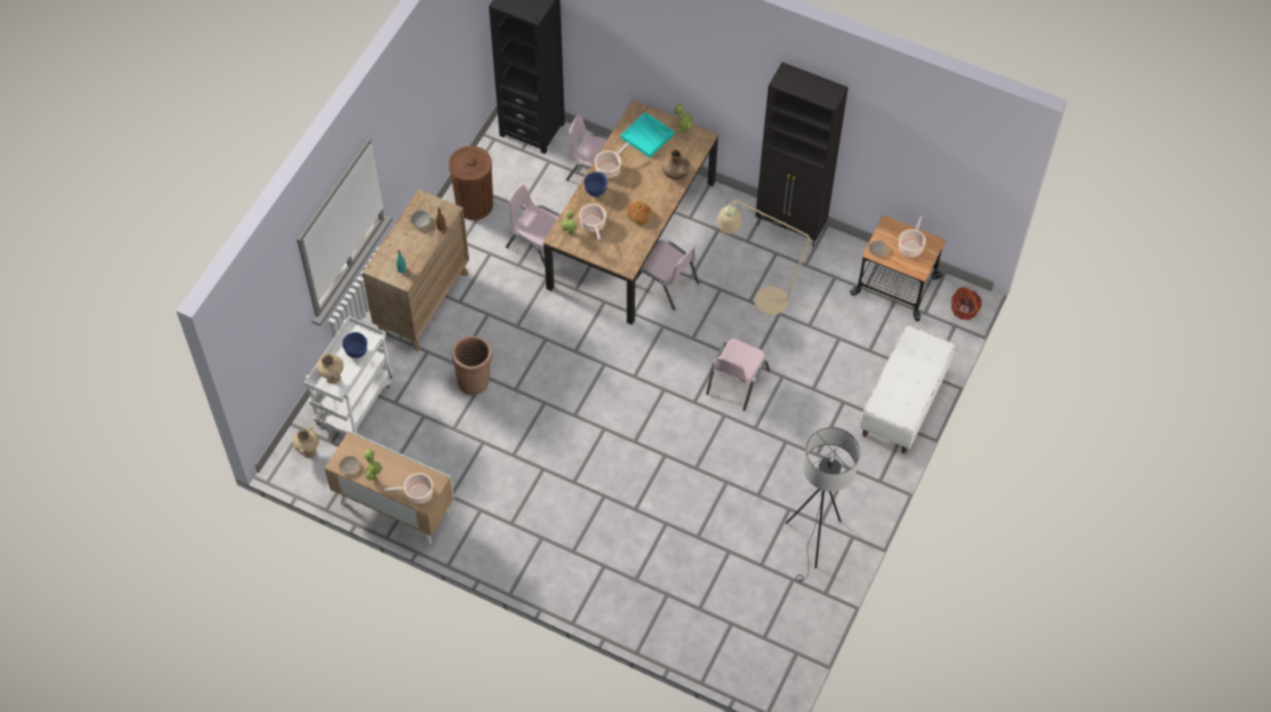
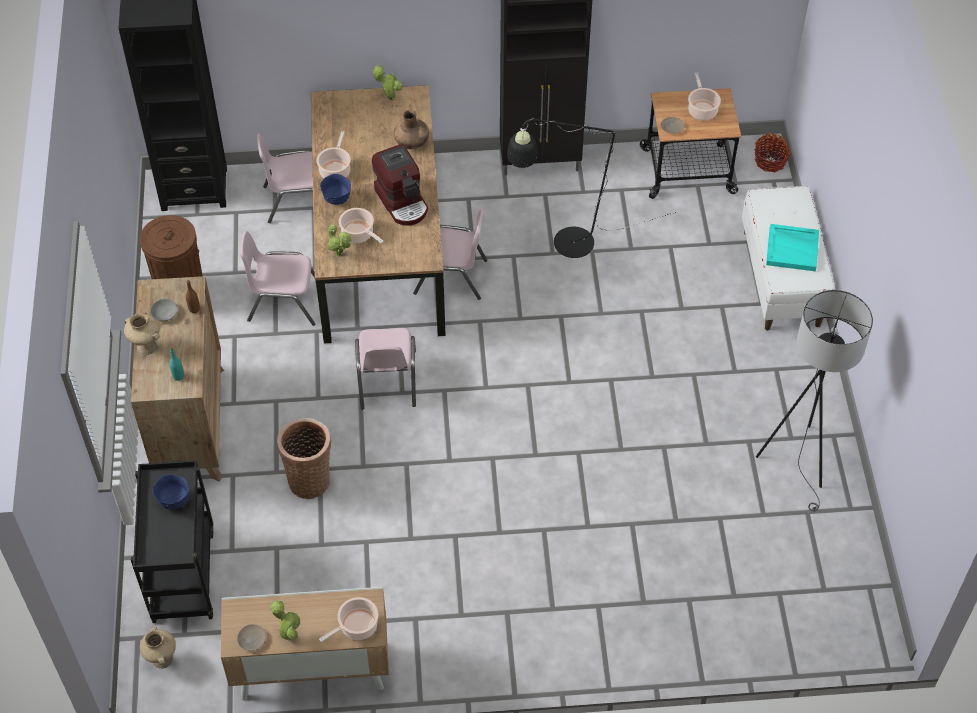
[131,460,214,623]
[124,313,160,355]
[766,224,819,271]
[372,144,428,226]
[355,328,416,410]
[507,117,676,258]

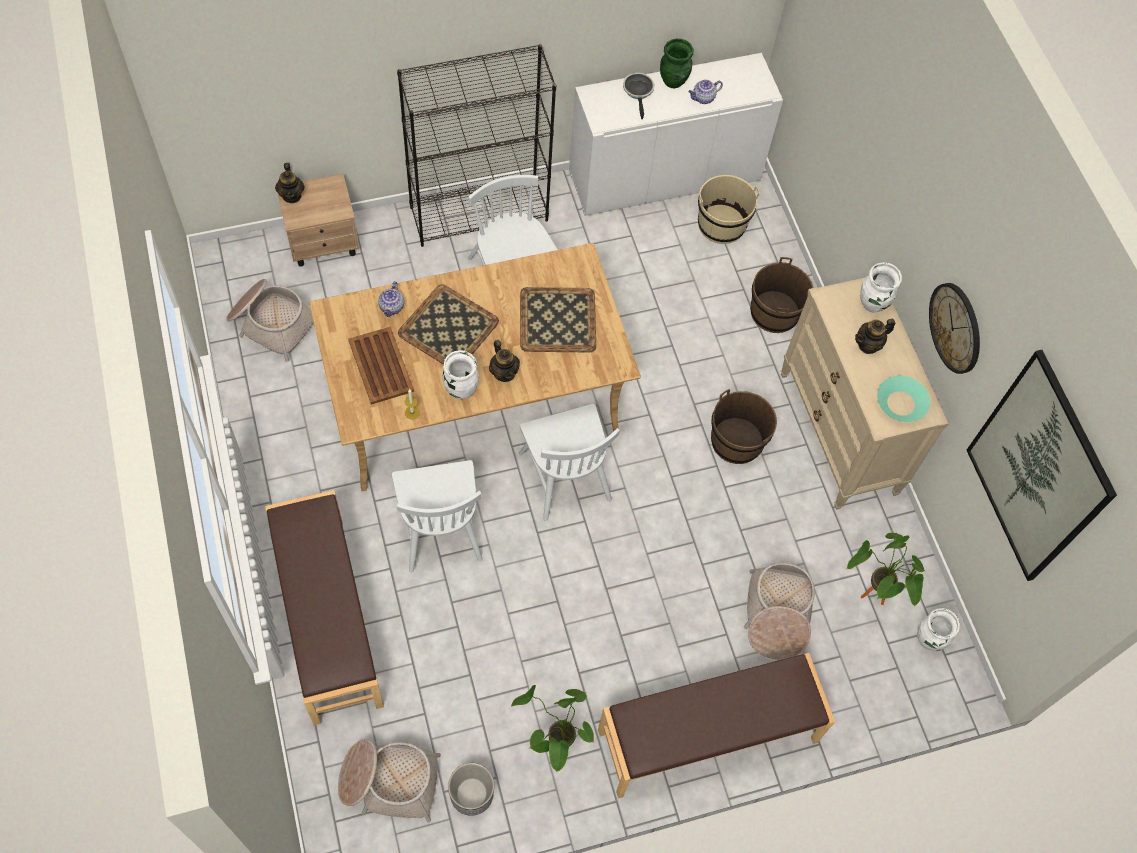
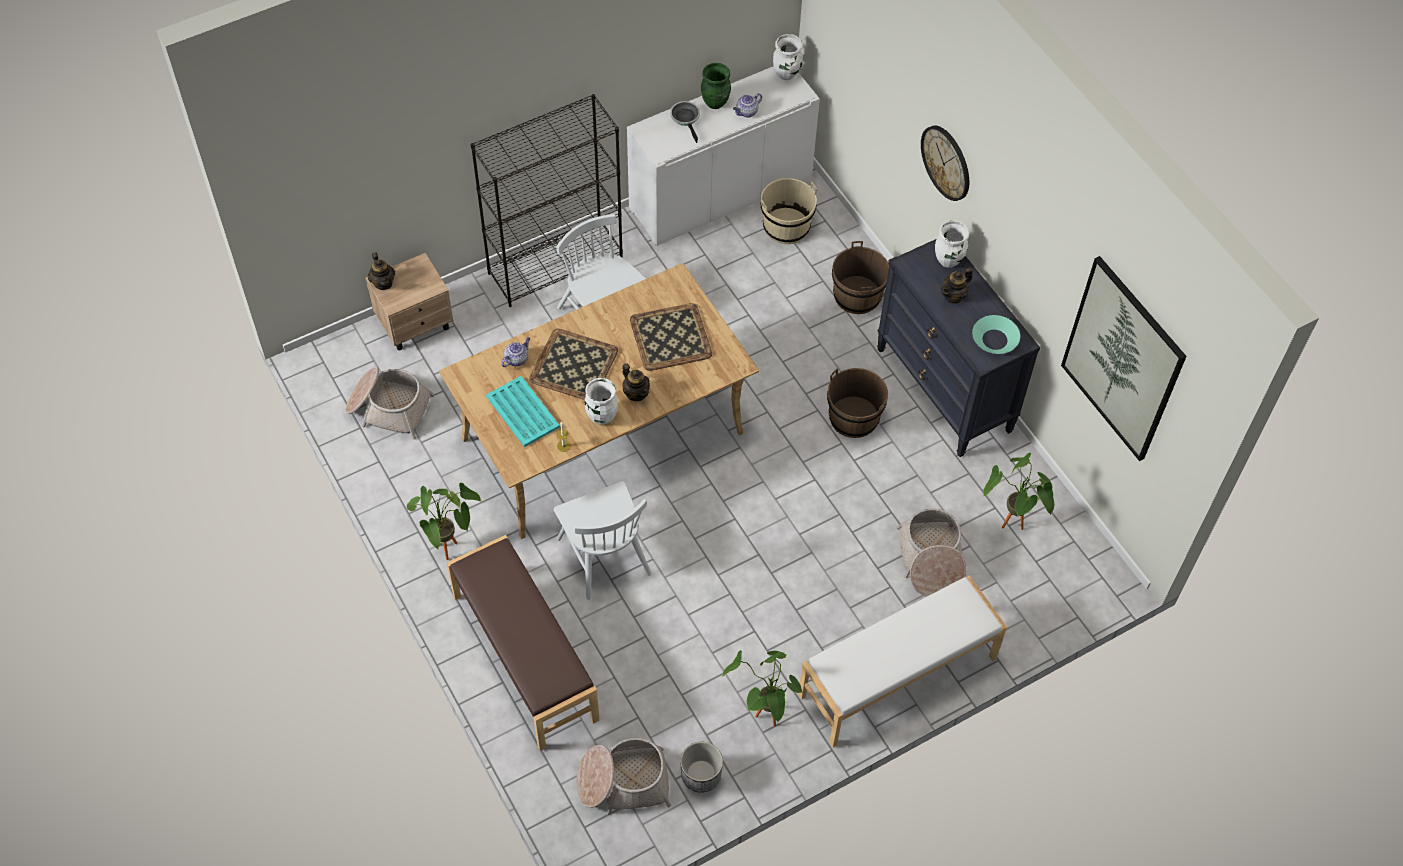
[486,376,560,447]
[501,337,530,367]
[519,404,620,521] (first image)
[798,576,1007,747]
[877,239,1040,457]
[773,34,803,80]
[921,125,969,201]
[407,483,481,560]

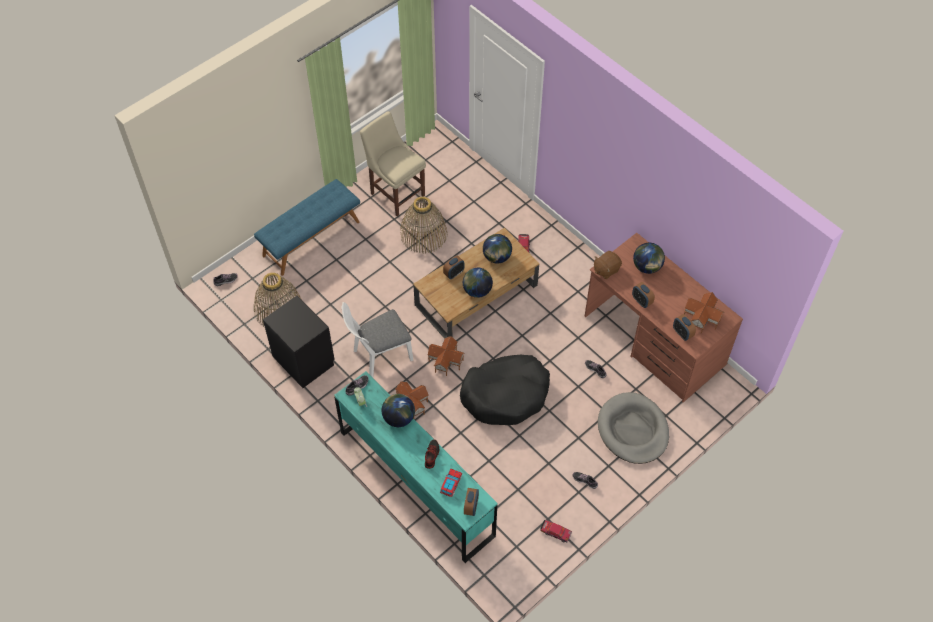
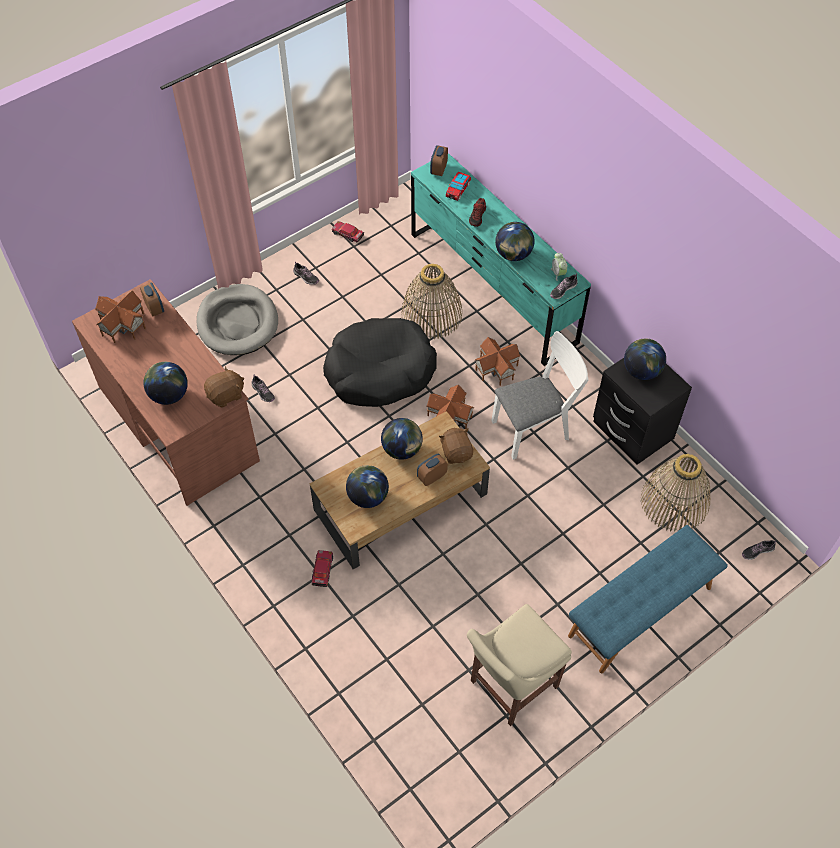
[467,604,572,726]
[401,264,463,339]
[632,282,655,308] (first image)
[439,428,473,464]
[624,338,666,380]

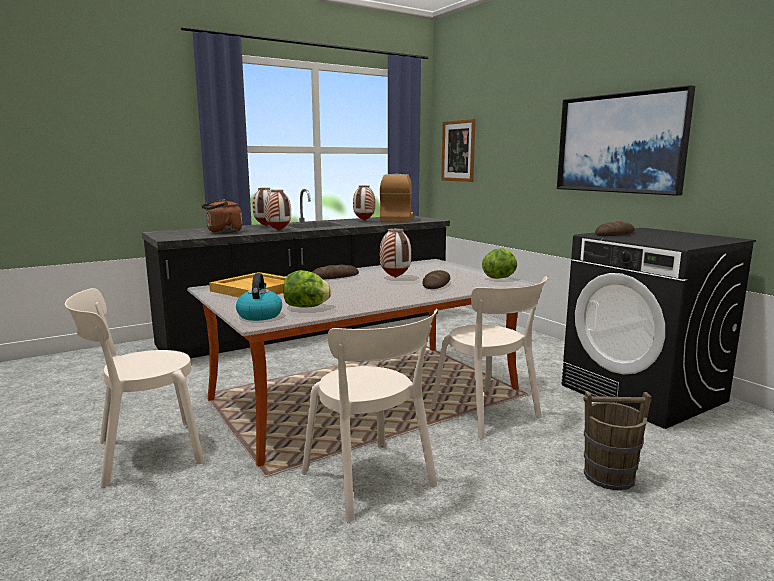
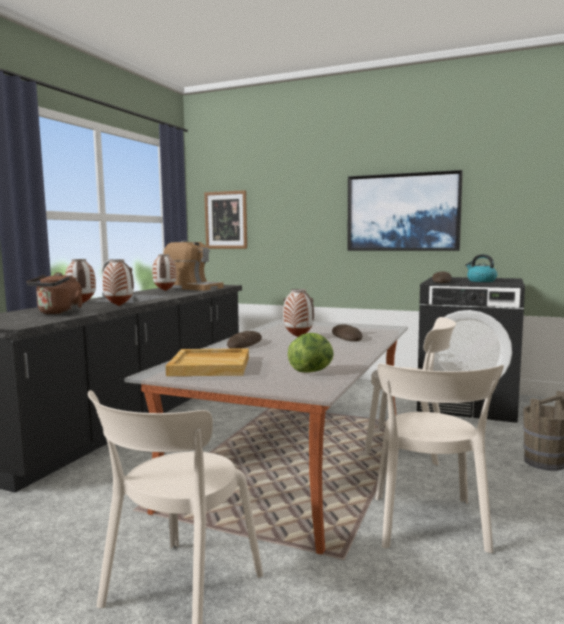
[466,254,497,282]
[375,363,504,553]
[163,241,224,291]
[482,248,517,279] (first image)

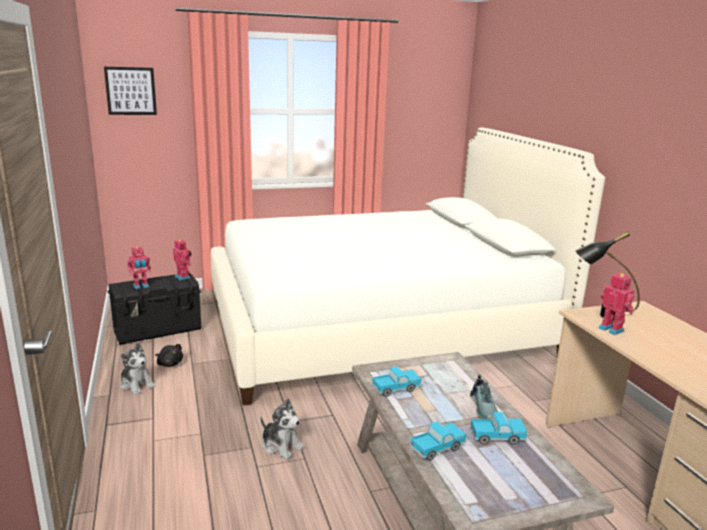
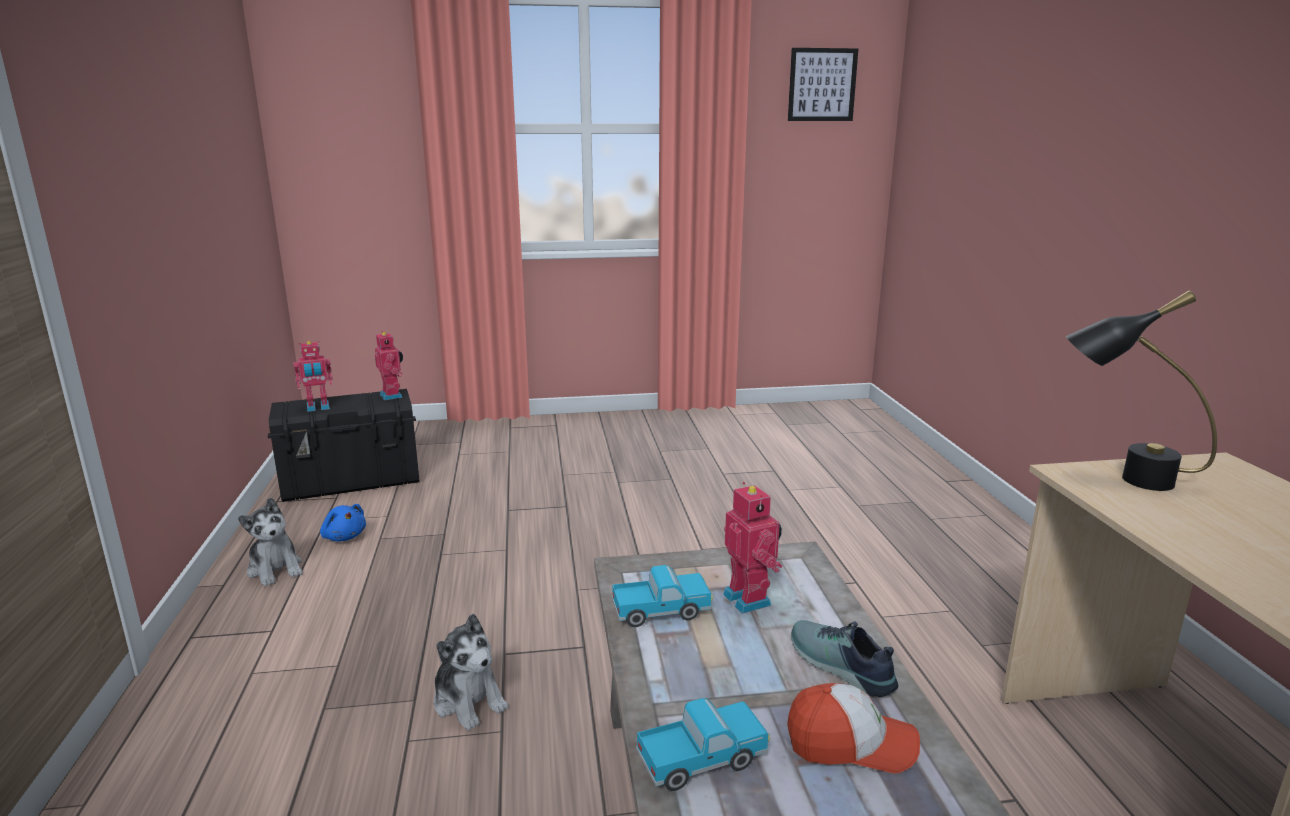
[788,48,859,121]
[320,504,366,541]
[211,127,605,406] (first image)
[791,620,898,697]
[787,683,920,773]
[723,482,782,614]

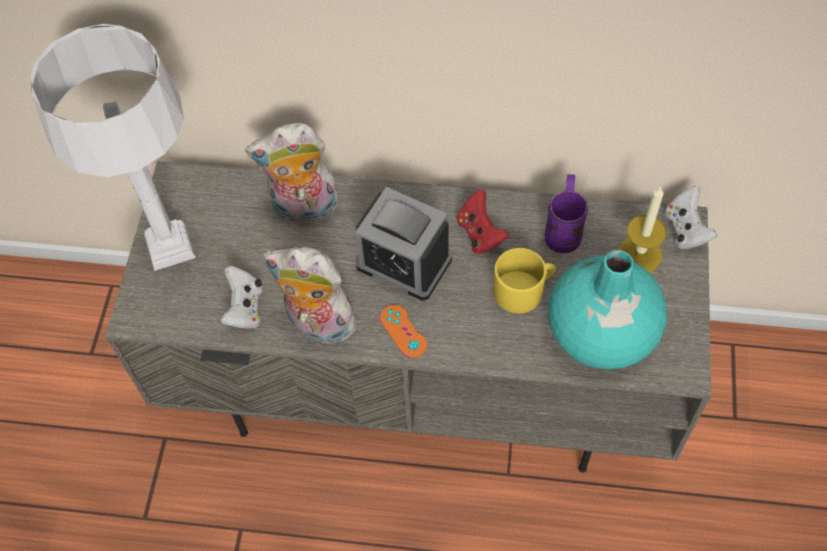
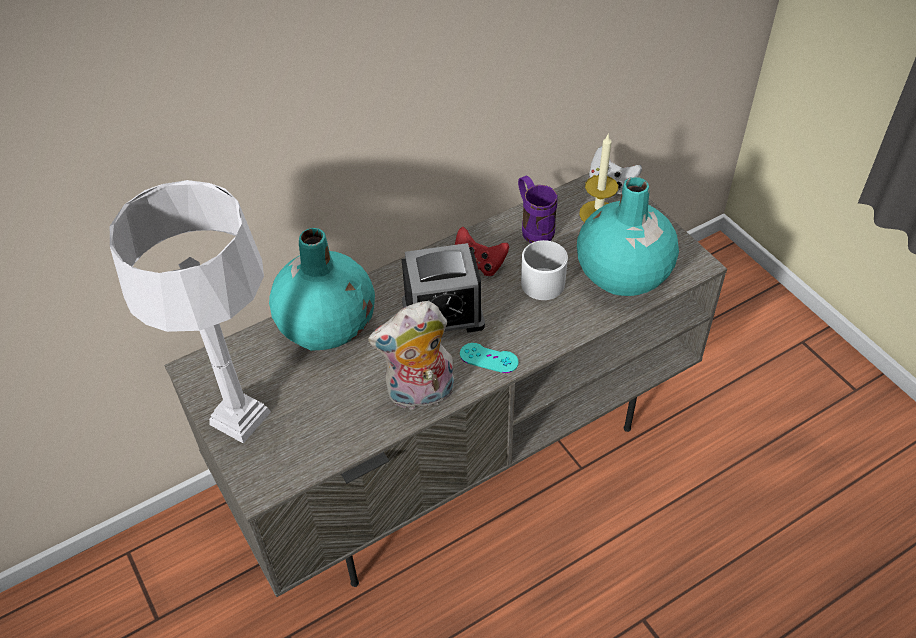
[220,266,262,329] (first image)
[269,228,375,351]
[460,343,519,373]
[521,240,568,300]

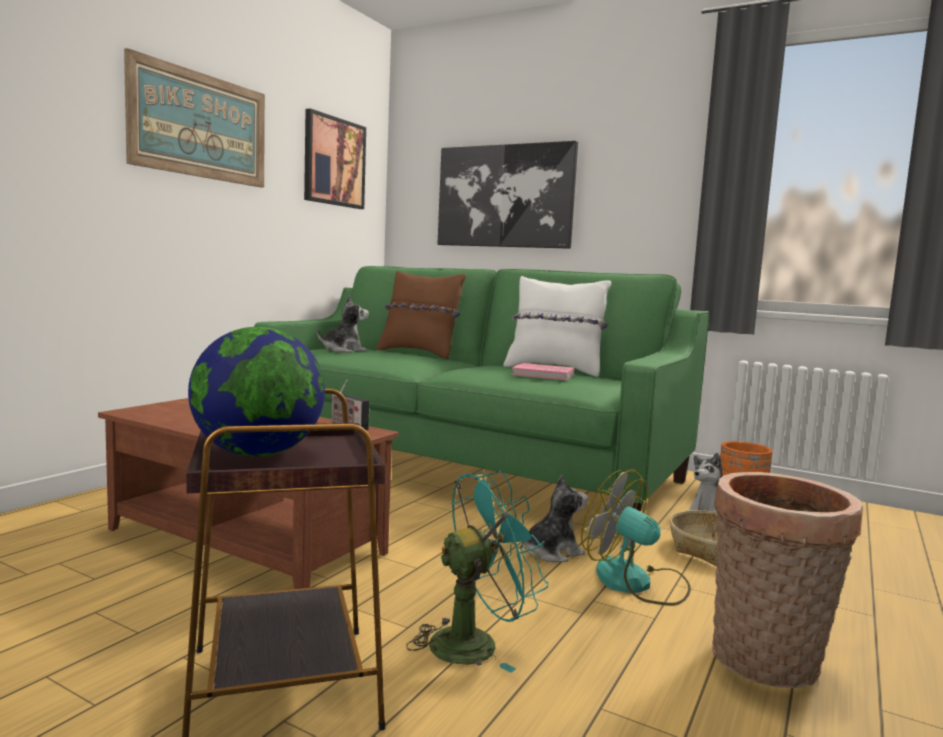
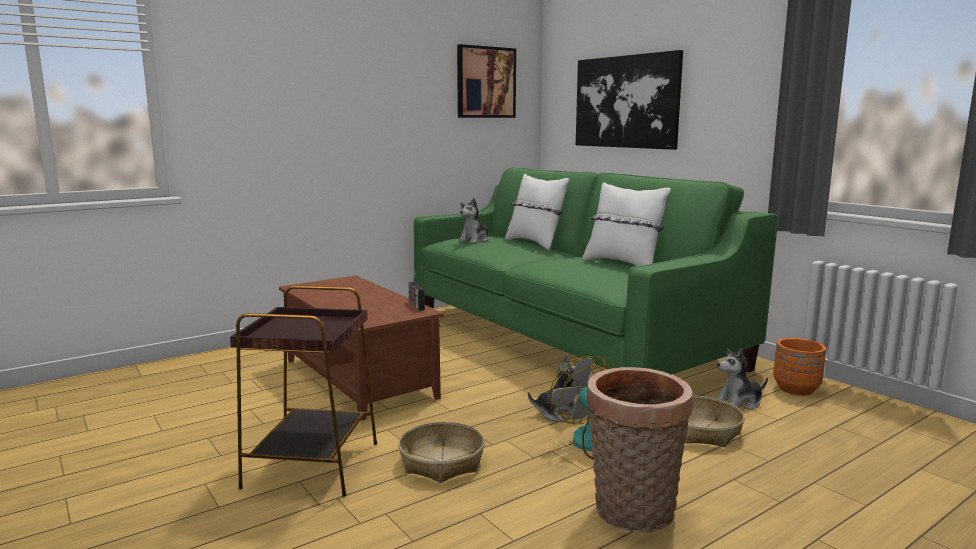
[124,48,265,188] (first image)
[188,327,325,457] (first image)
[458,198,489,243]
[505,174,569,250]
[398,422,485,483]
[511,363,574,380] (first image)

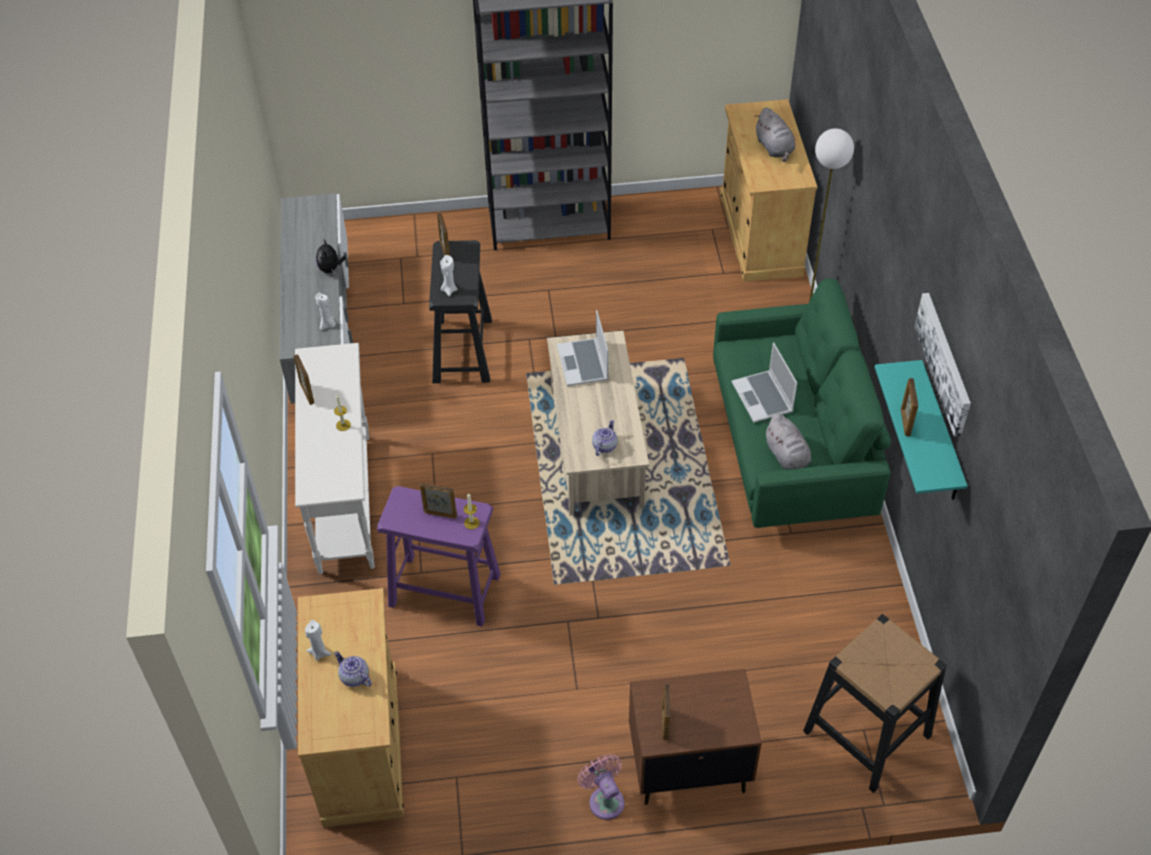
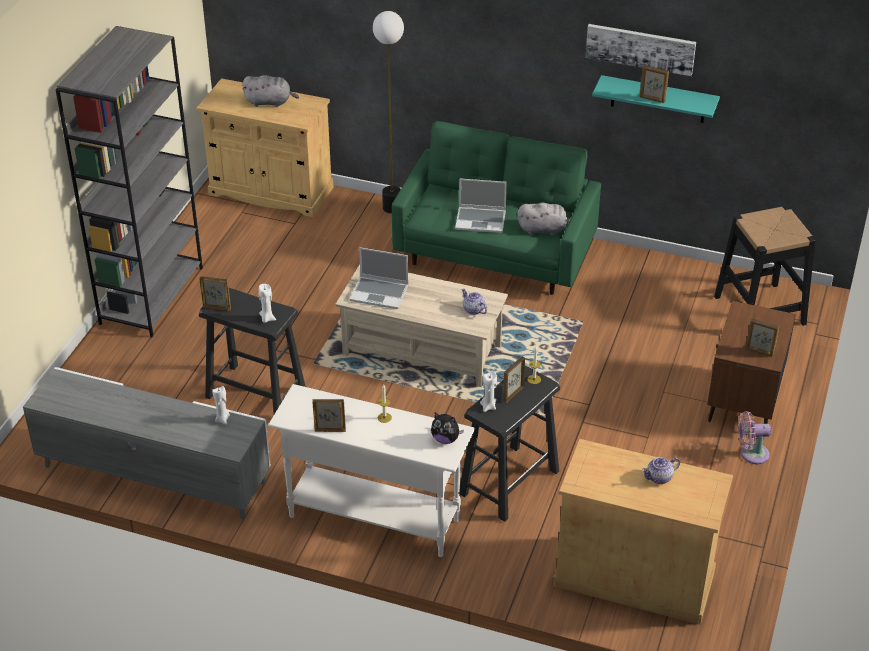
[480,371,497,412]
[431,413,464,444]
[459,365,560,522]

